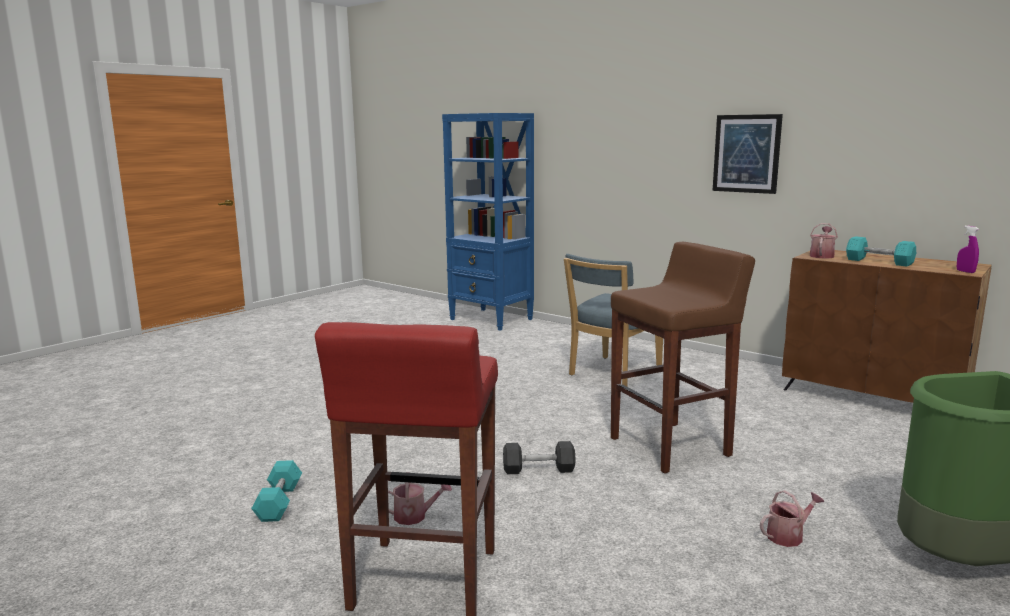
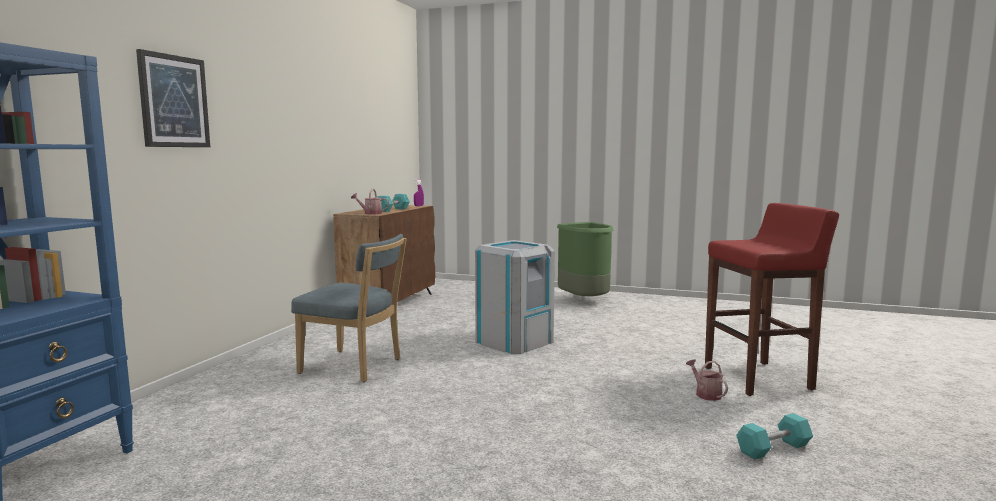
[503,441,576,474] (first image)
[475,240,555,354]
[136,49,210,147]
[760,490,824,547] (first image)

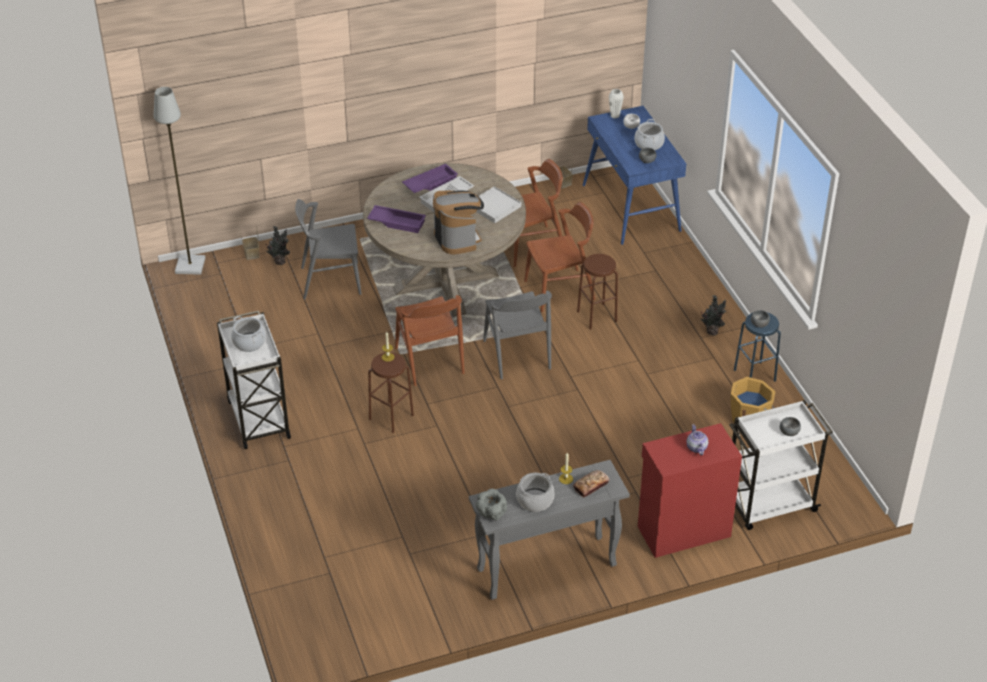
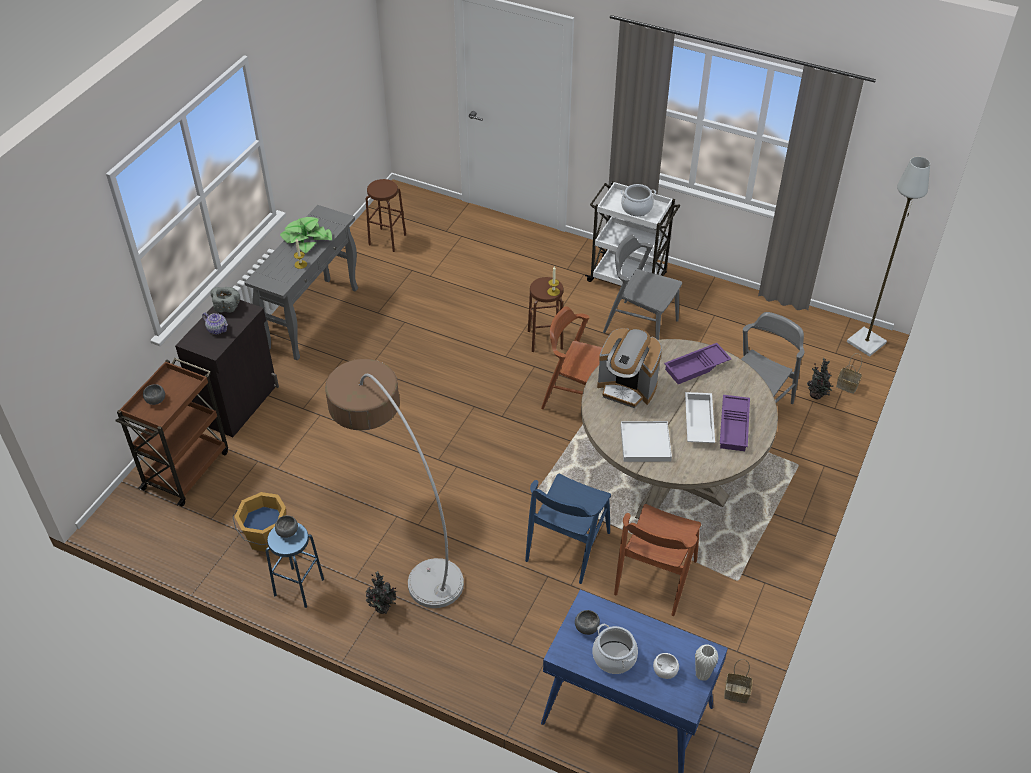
[210,287,240,313]
[603,235,682,340]
[280,217,332,254]
[525,474,611,584]
[573,470,610,498] (first image)
[366,179,406,252]
[175,300,279,437]
[116,358,228,506]
[325,359,464,608]

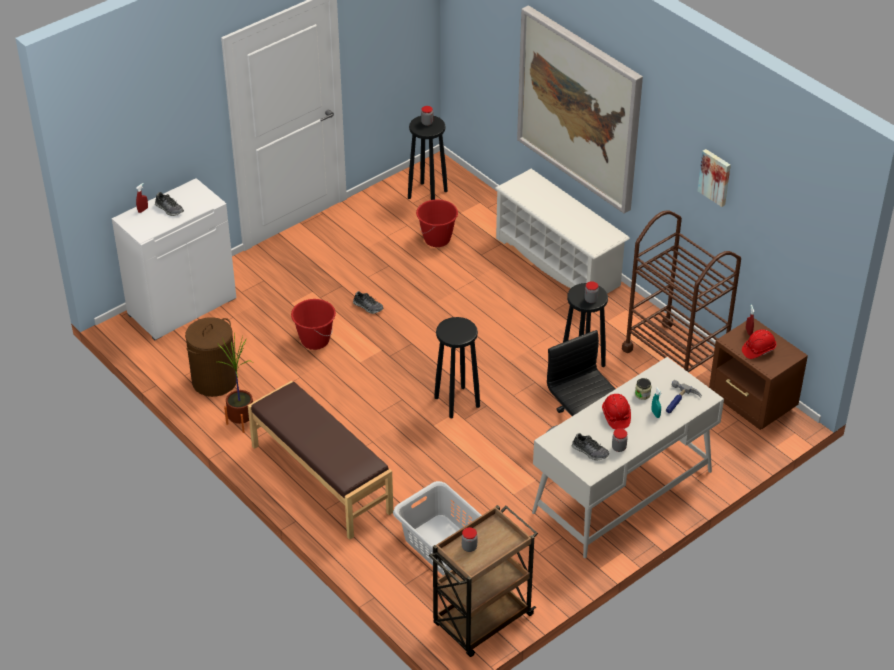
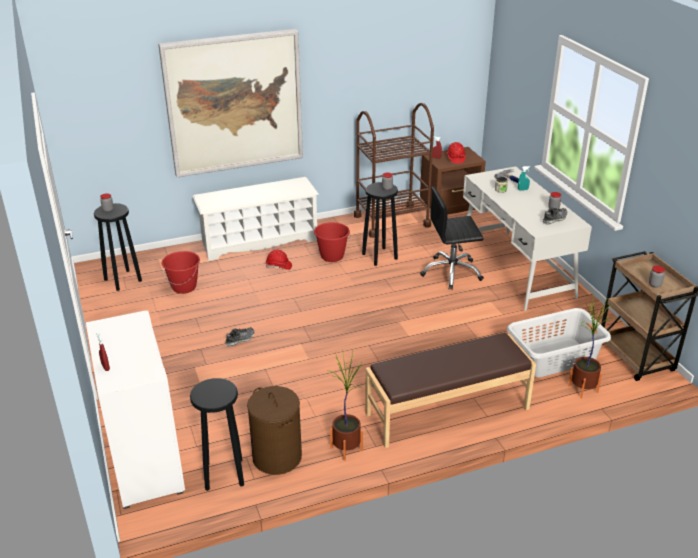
[155,192,184,216] (first image)
[314,222,351,262]
[190,378,244,491]
[266,250,292,270]
[698,149,731,207] (first image)
[568,297,611,398]

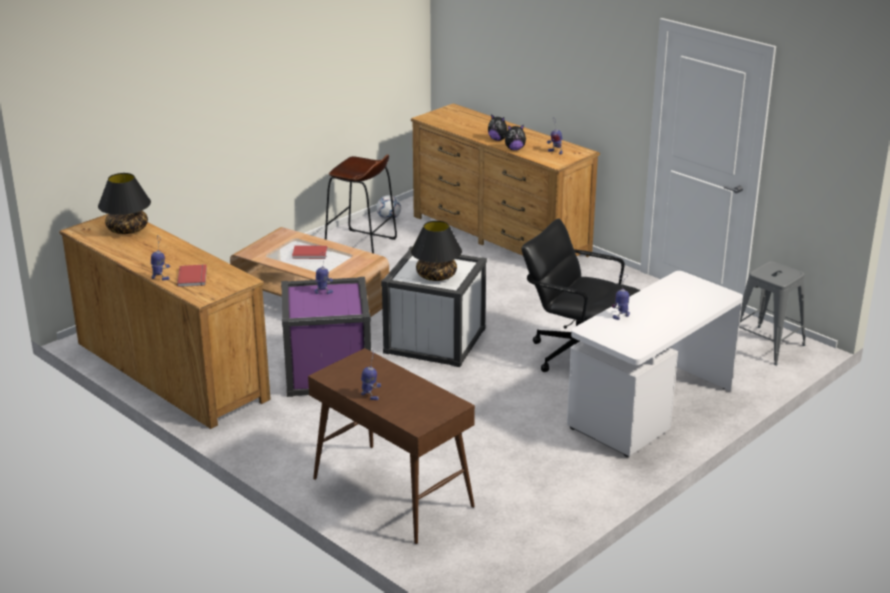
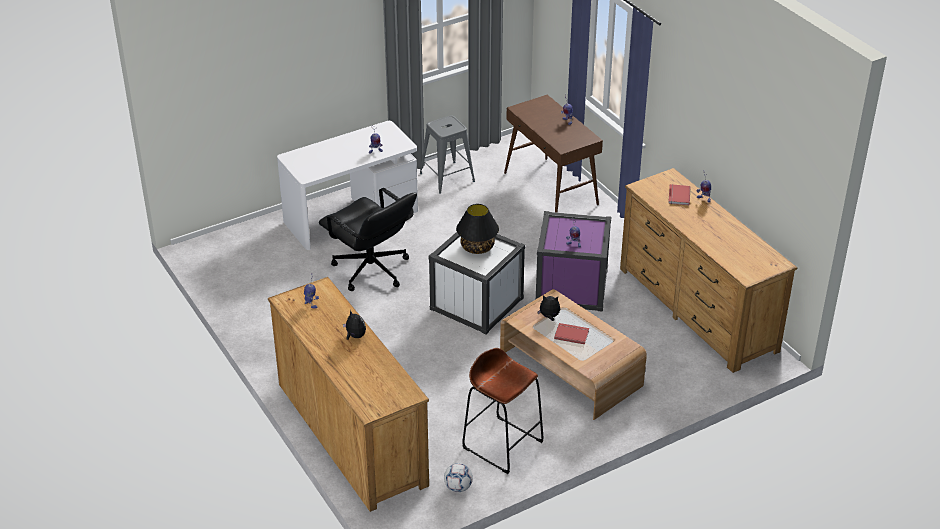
[98,173,151,234] (first image)
[538,295,560,321]
[420,116,475,194]

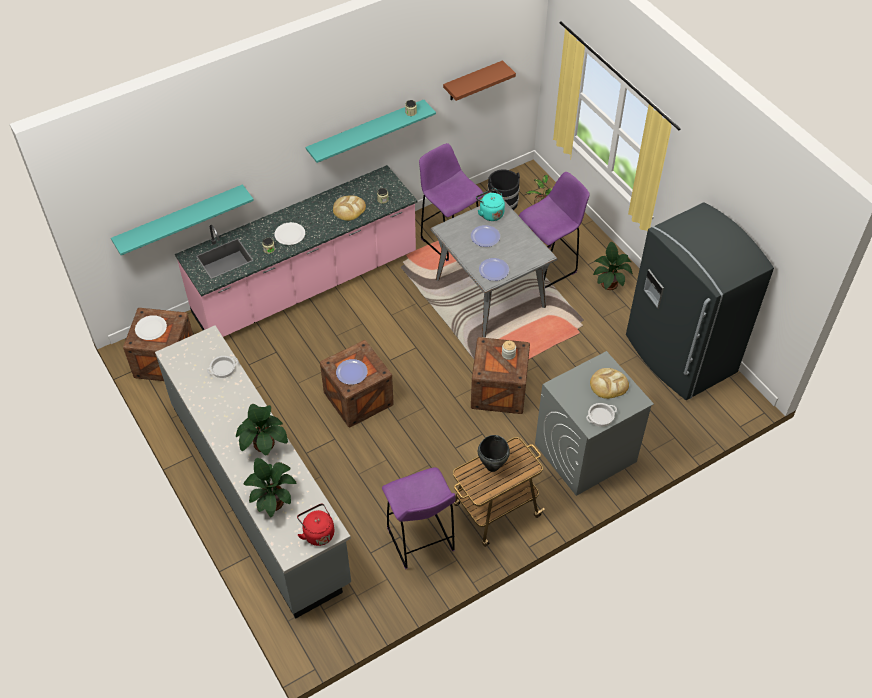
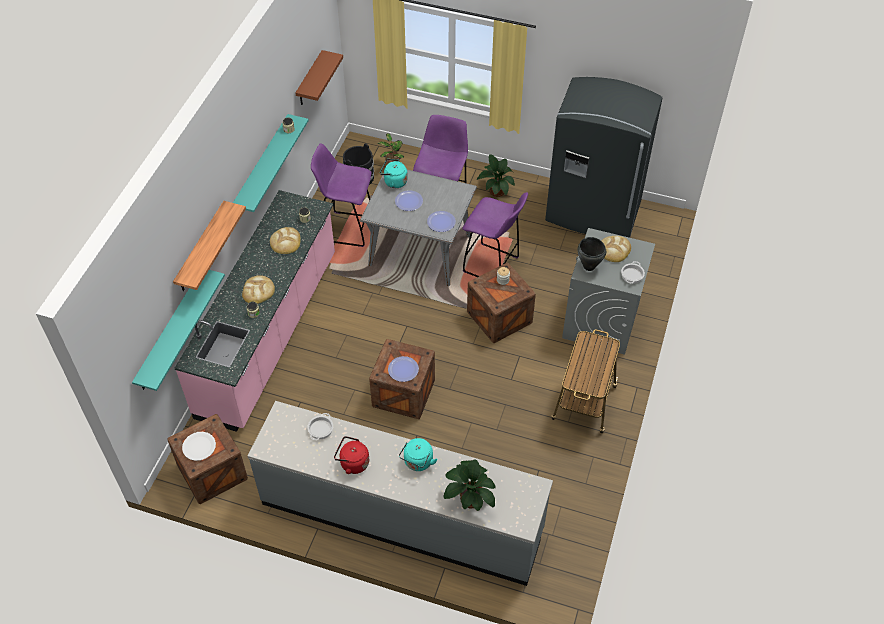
[399,438,437,471]
[242,275,275,304]
[334,436,369,474]
[462,192,528,277]
[578,237,606,271]
[173,201,246,291]

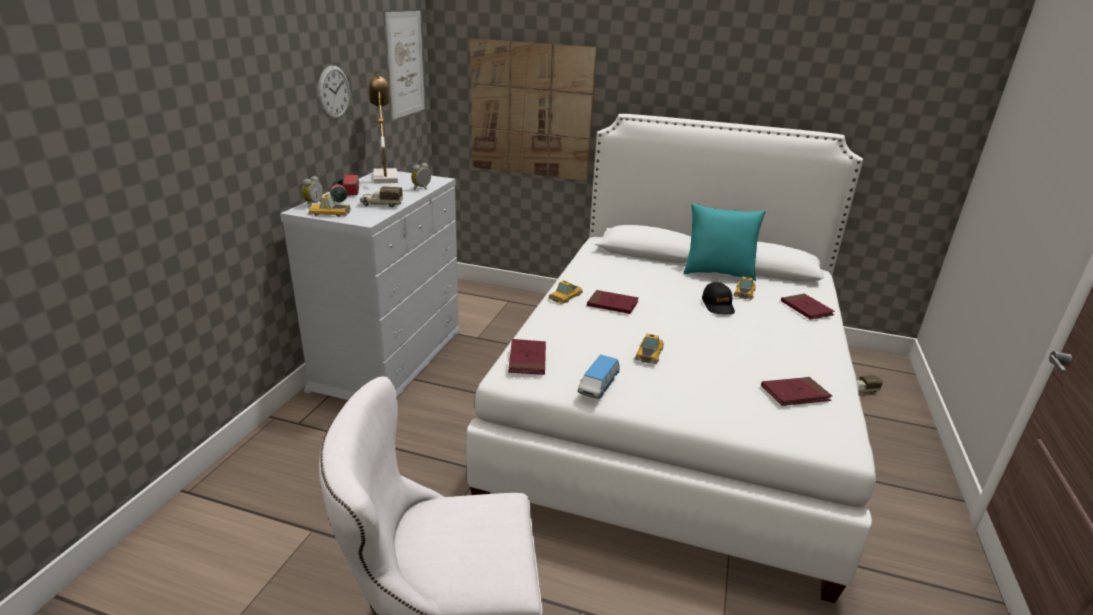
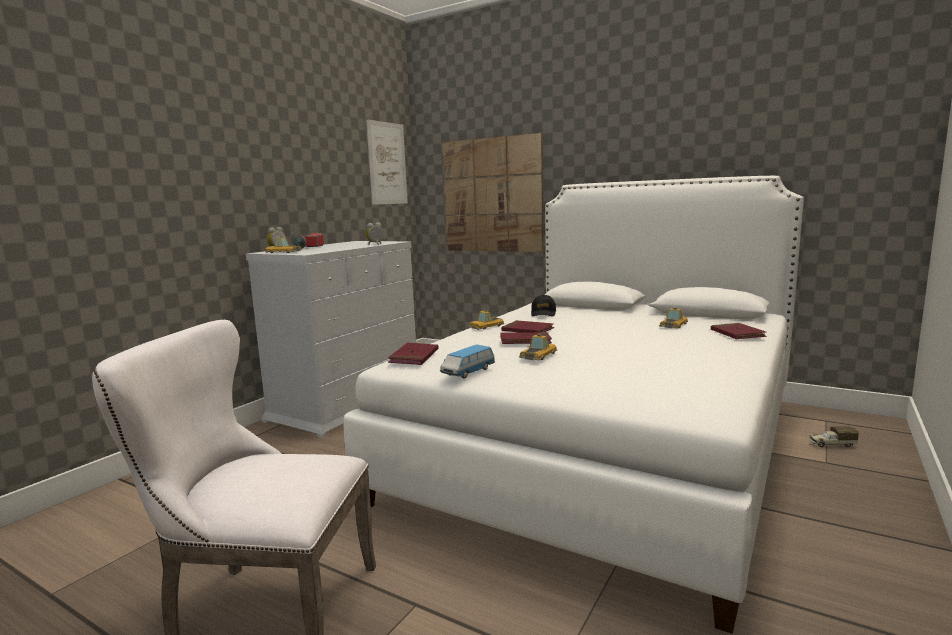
[318,65,350,120] (first image)
[360,187,403,207] (first image)
[369,74,398,184] (first image)
[683,203,765,281] (first image)
[531,295,556,316]
[500,332,552,344]

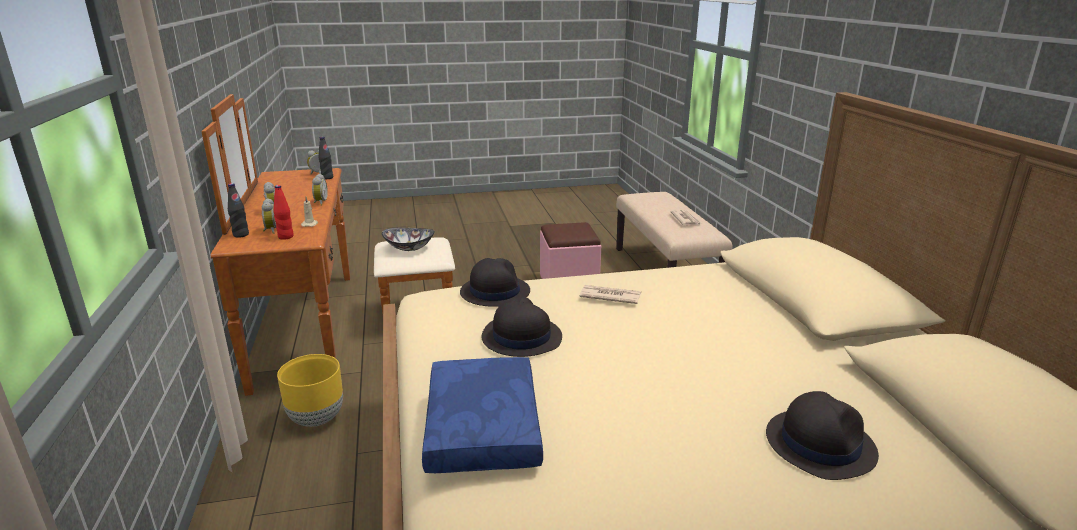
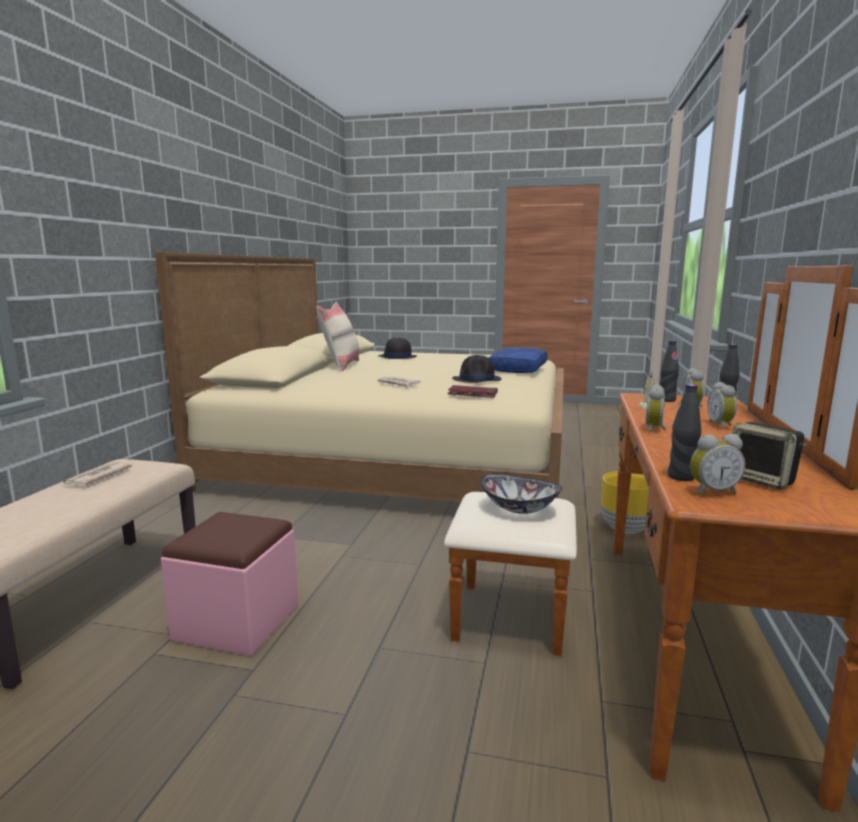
[660,341,679,402]
[448,385,498,398]
[316,302,359,371]
[732,422,807,490]

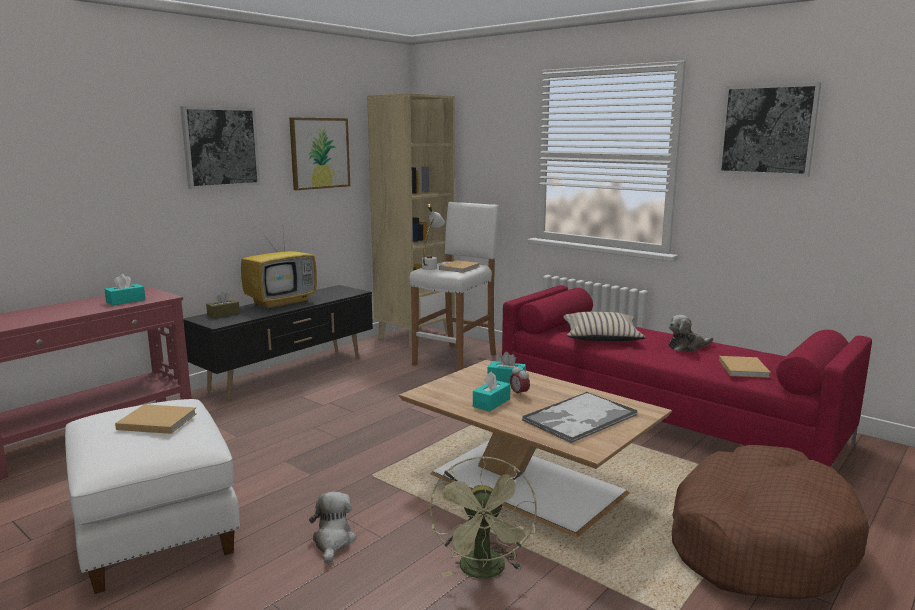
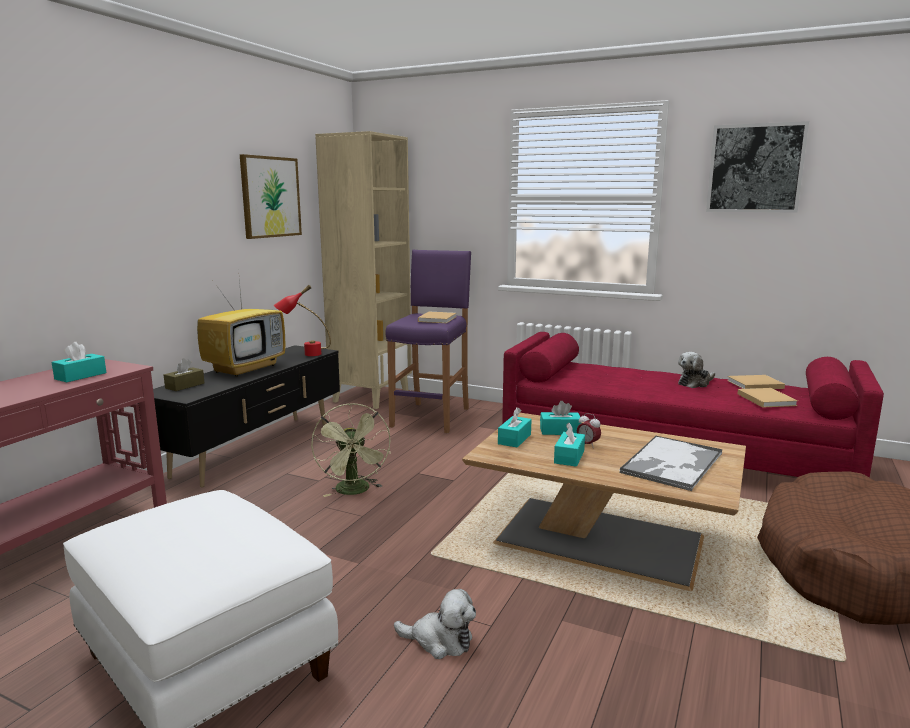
[727,375,785,389]
[180,106,260,189] (first image)
[394,589,476,659]
[385,250,471,433]
[422,204,445,270] (first image)
[311,403,390,497]
[563,312,646,341] (first image)
[274,285,331,356]
[498,407,531,448]

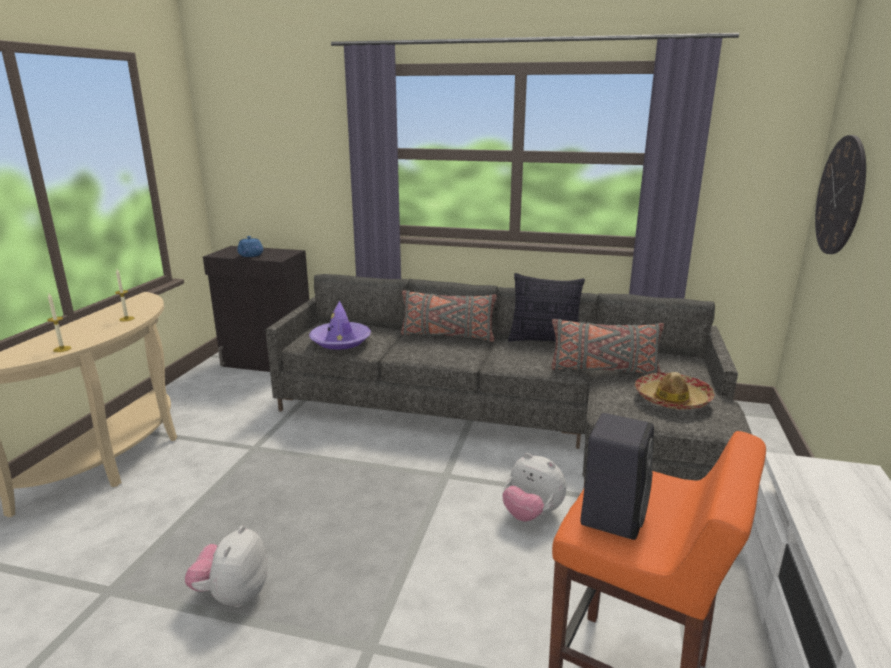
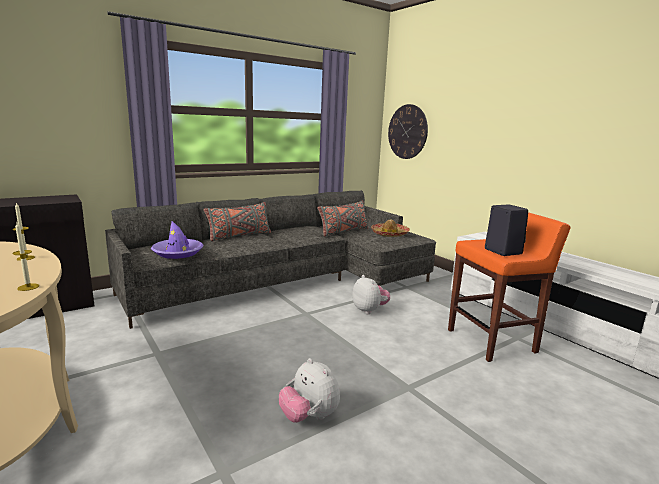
[237,236,263,257] (first image)
[352,275,390,314]
[508,273,585,342] (first image)

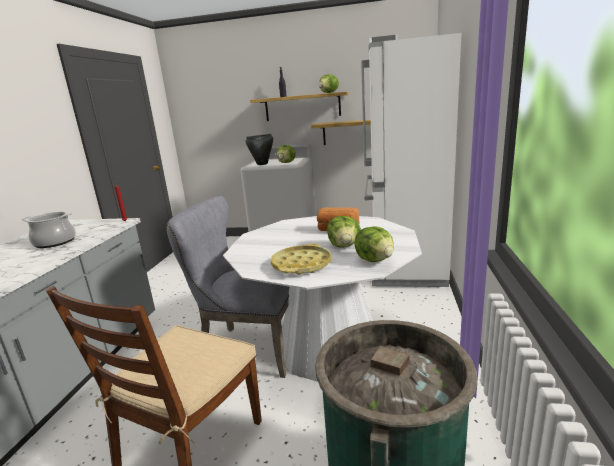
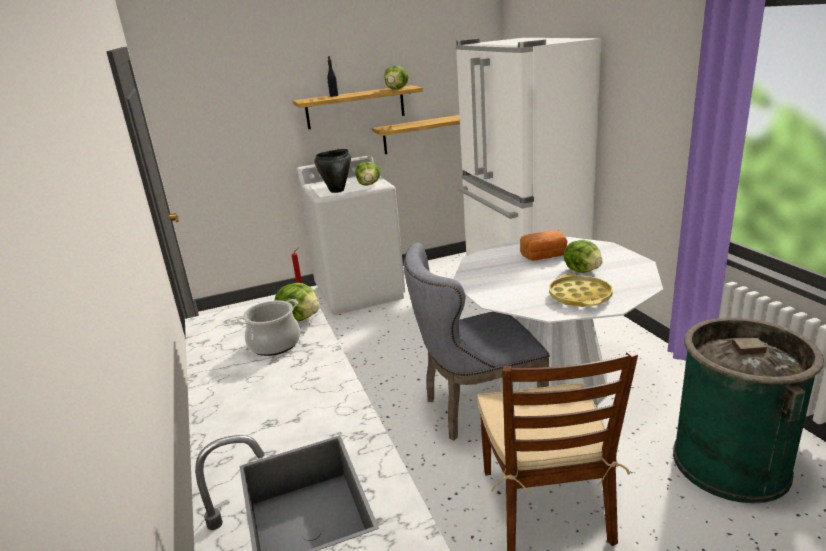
[275,283,320,321]

